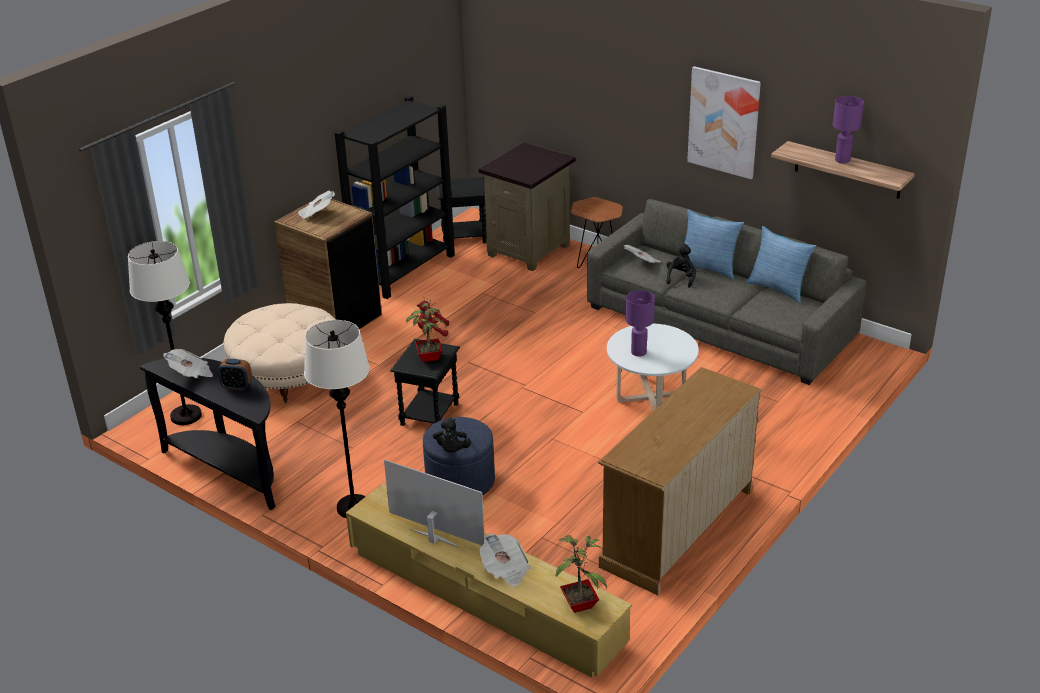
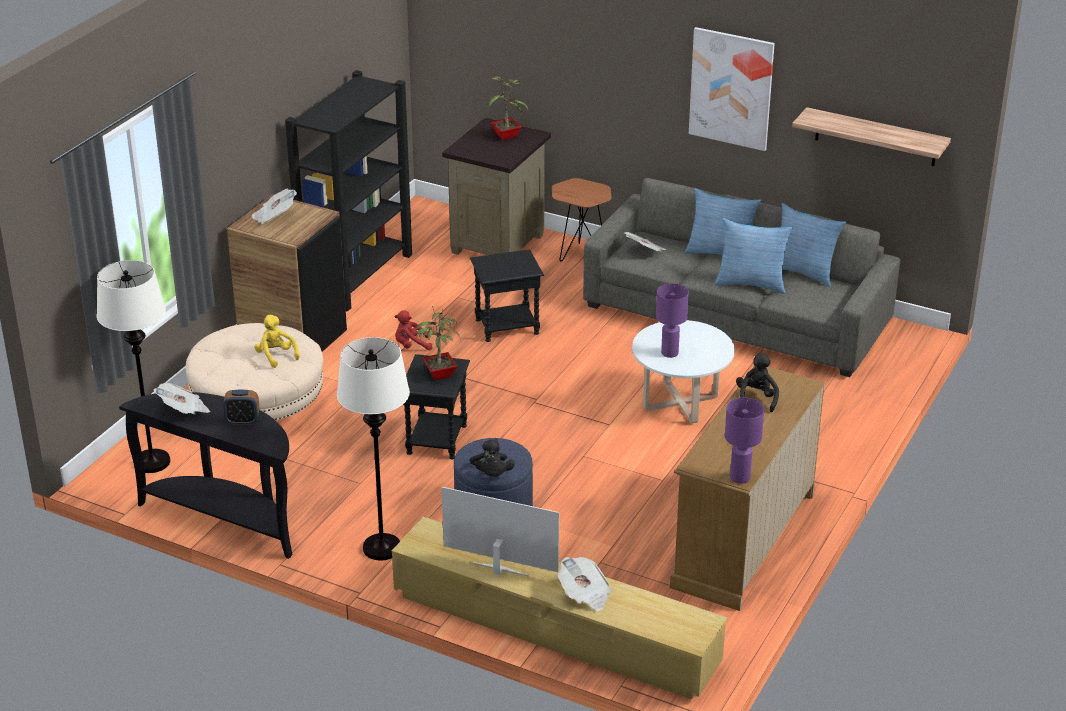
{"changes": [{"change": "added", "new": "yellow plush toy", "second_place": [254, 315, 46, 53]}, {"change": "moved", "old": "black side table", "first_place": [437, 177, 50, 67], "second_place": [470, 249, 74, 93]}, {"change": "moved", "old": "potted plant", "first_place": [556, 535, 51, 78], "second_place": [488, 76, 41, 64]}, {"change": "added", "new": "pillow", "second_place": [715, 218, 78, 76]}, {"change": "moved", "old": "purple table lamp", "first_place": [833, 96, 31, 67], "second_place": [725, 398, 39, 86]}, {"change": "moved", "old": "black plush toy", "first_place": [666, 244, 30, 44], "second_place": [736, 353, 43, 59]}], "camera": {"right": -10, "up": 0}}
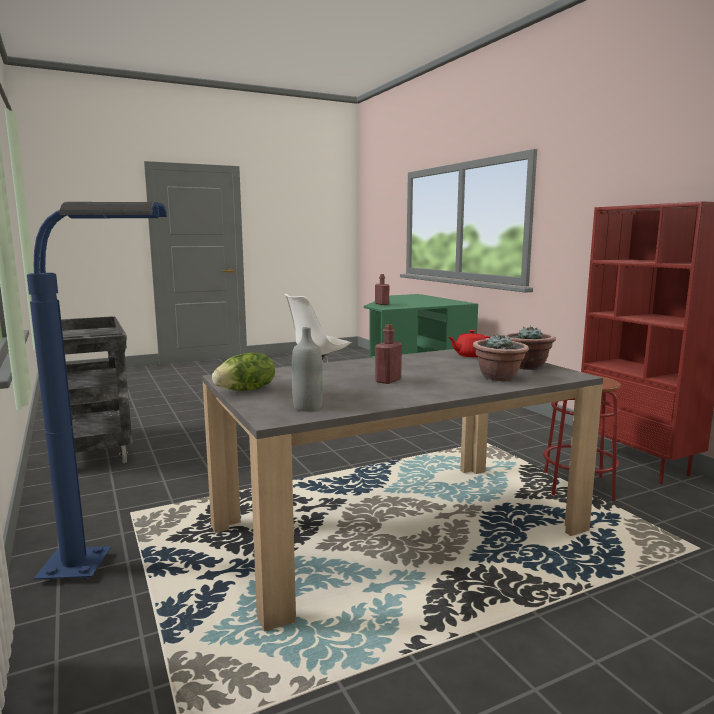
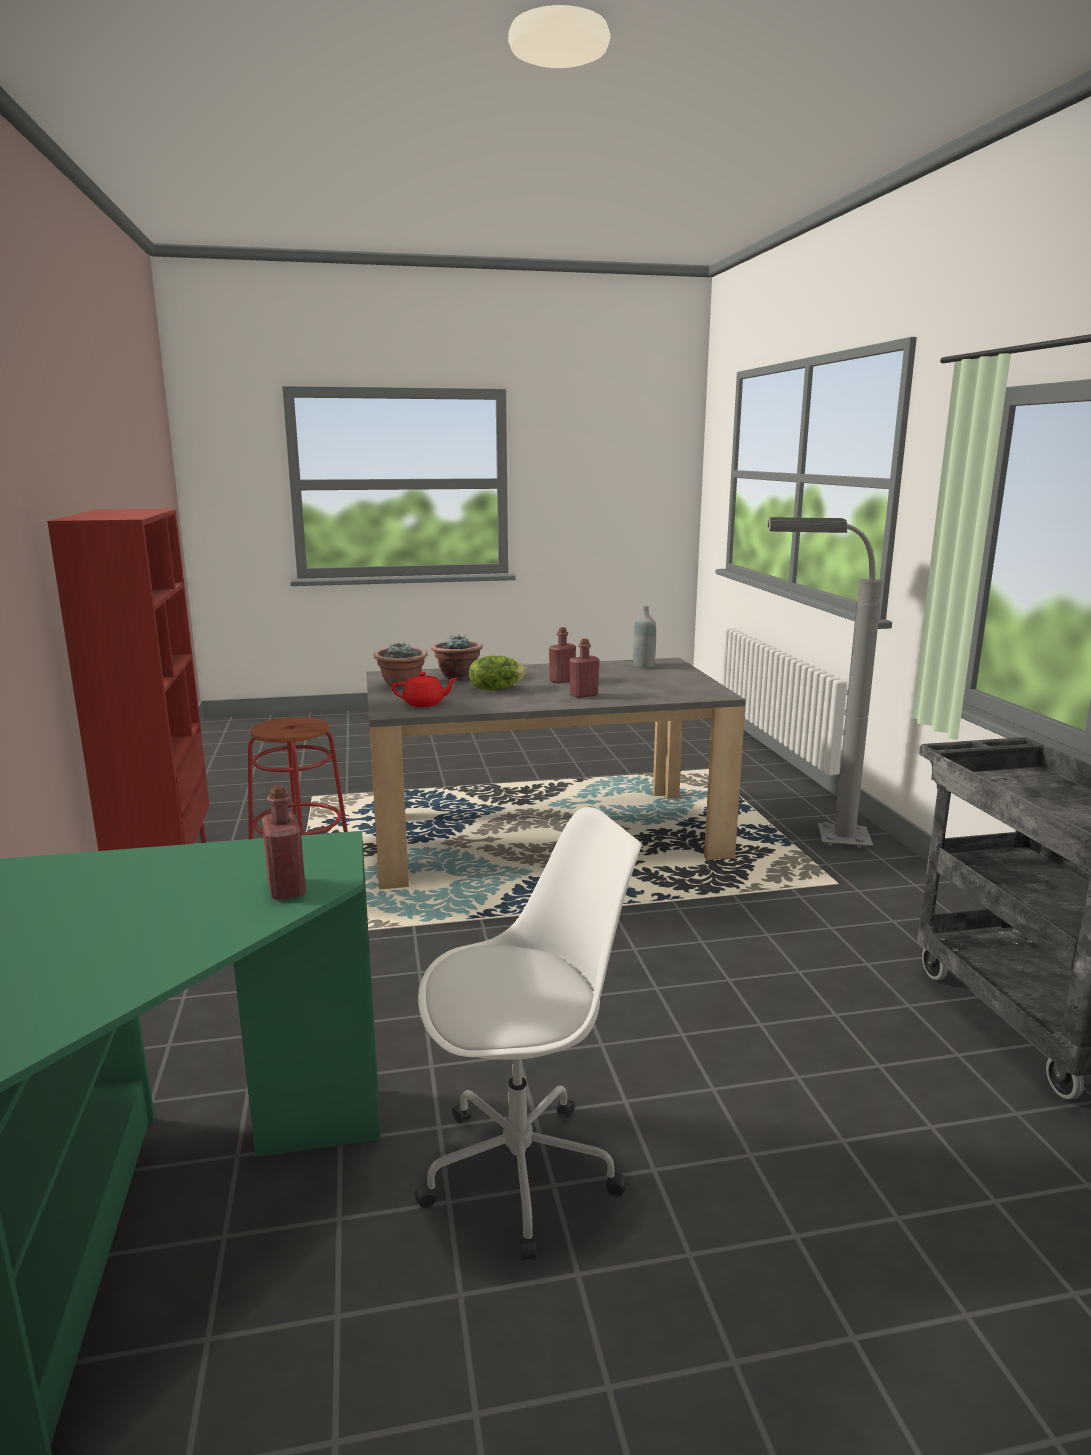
{"changes": [{"change": "moved", "old": "lettuce", "first_place": [212, 353, 63, 38], "second_place": [469, 656, 57, 34]}, {"change": "added", "new": "red bottle", "second_place": [569, 639, 31, 59]}, {"change": "recoloured", "old": "blue floor lamp", "new": "grey floor lamp", "first_place": [27, 202, 140, 379], "second_place": [768, 517, 115, 331]}], "camera": {"right": -165, "up": 5}}
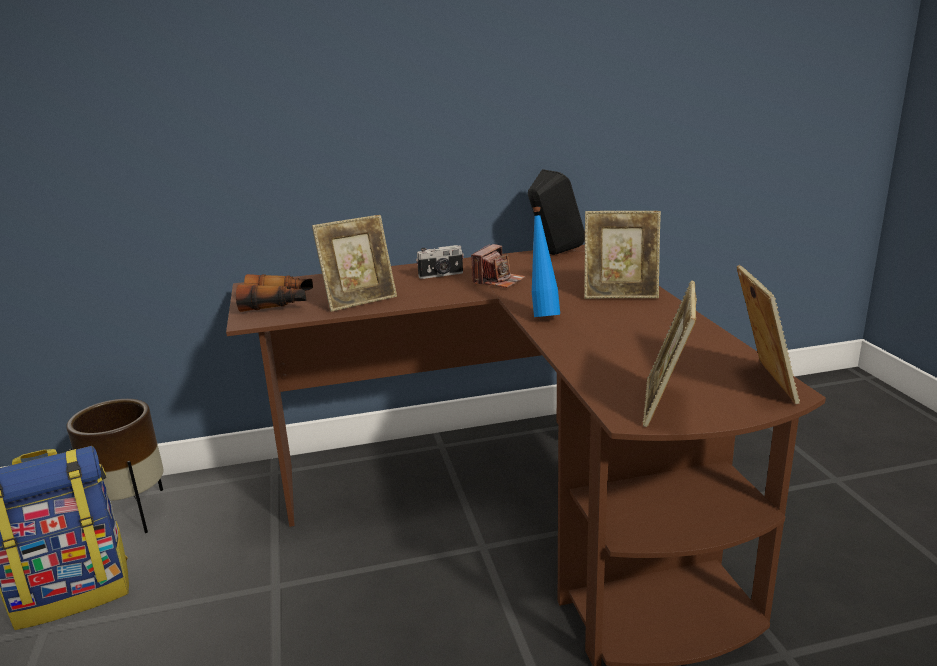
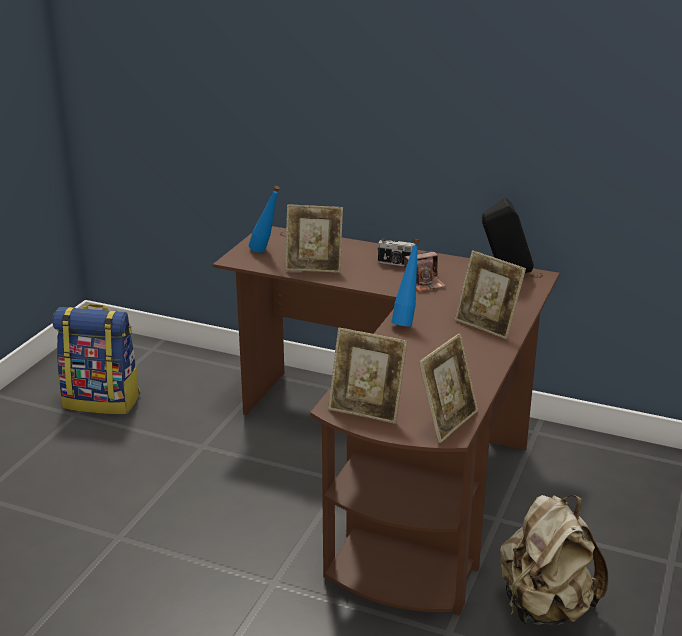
{"changes": [{"change": "replaced", "old": "binoculars", "new": "blue bottle", "first_place": [236, 274, 77, 38], "second_place": [249, 186, 31, 67]}, {"change": "turned", "old": "picture frame", "first_place": [642, 280, 55, 147], "second_place": [328, 327, 80, 97], "degrees": -120}, {"change": "added", "new": "beige backpack", "second_place": [500, 495, 108, 130]}, {"change": "removed", "old": "brown planter", "first_place": [67, 399, 97, 134]}], "camera": {"right": 35, "up": 5}}
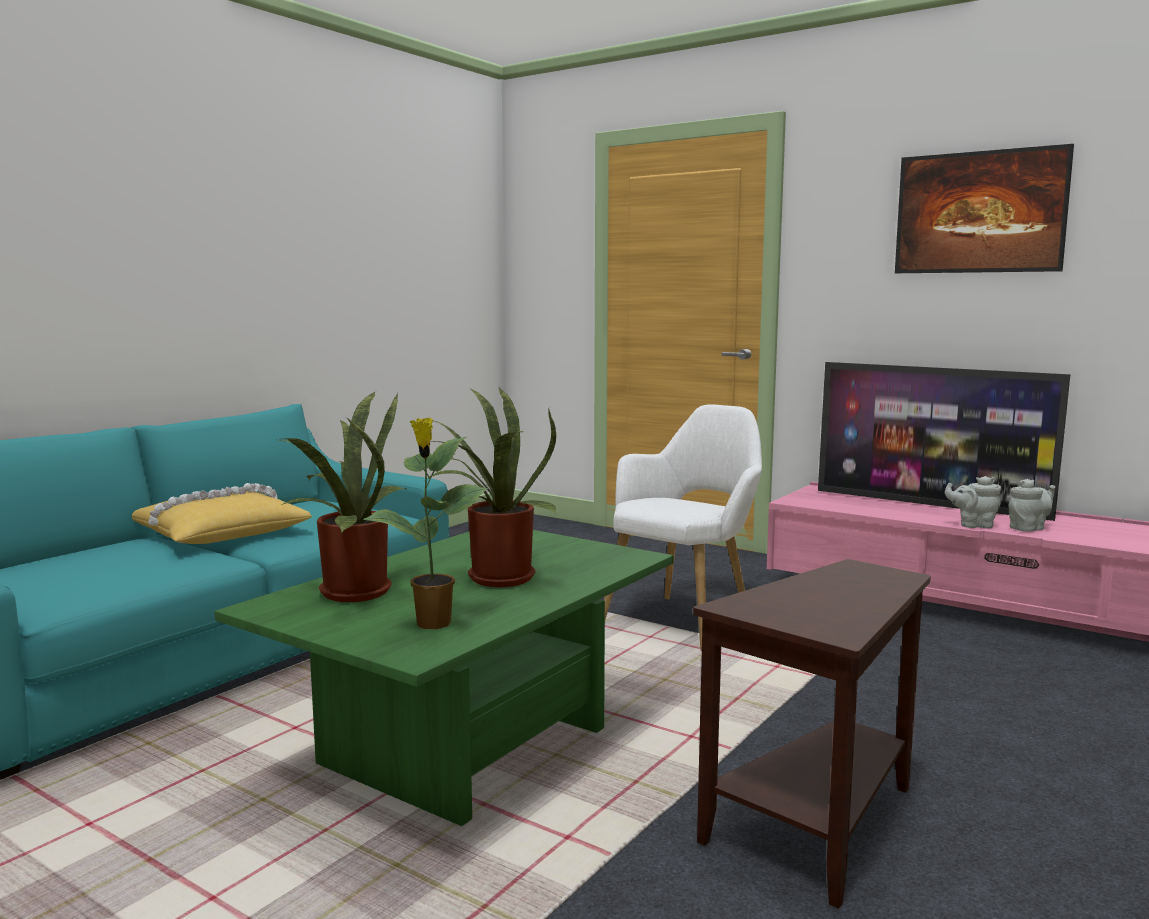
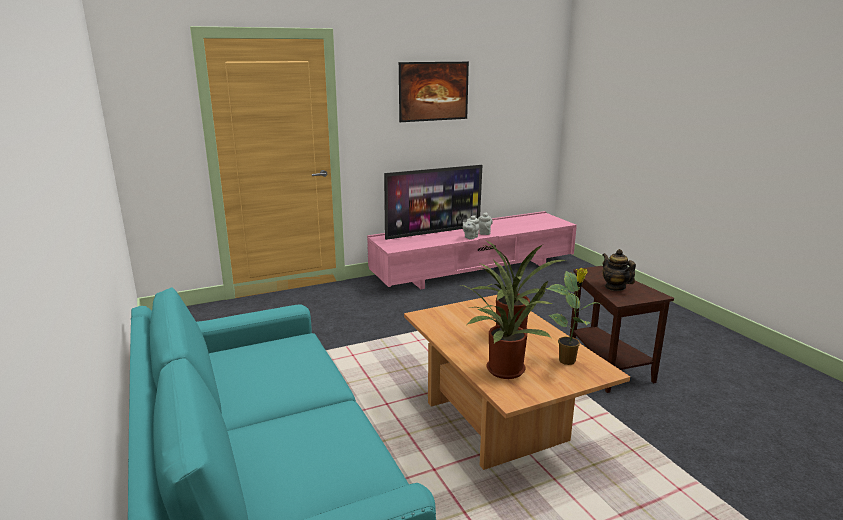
{"changes": [{"change": "recoloured", "old": "green coffee table", "new": "brown coffee table", "first_place": [215, 530, 459, 296], "second_place": [404, 295, 226, 175]}, {"change": "added", "new": "teapot", "second_place": [602, 249, 34, 42]}, {"change": "removed", "old": "yellow pillow", "first_place": [132, 483, 180, 61]}, {"change": "removed", "old": "white armchair", "first_place": [604, 404, 158, 248]}], "camera": {"right": -60, "up": 10}}
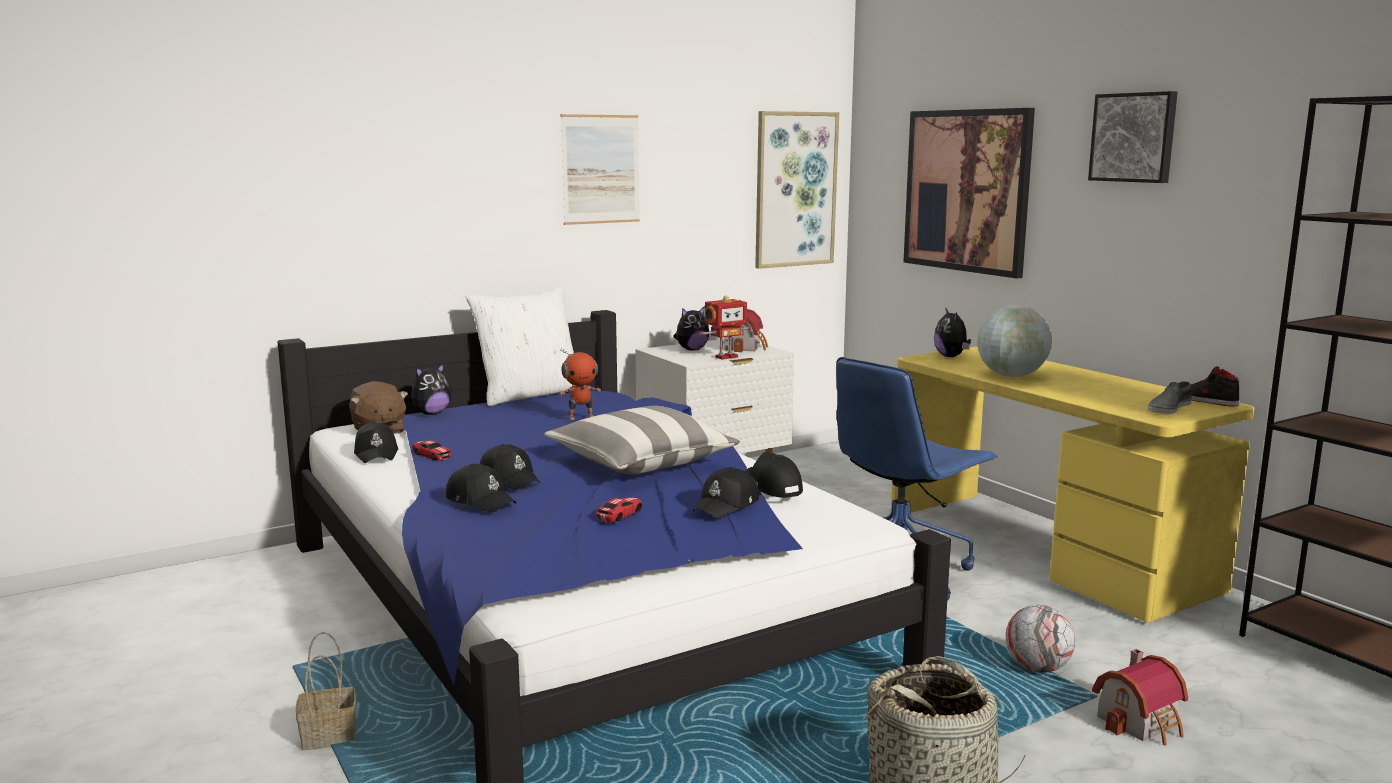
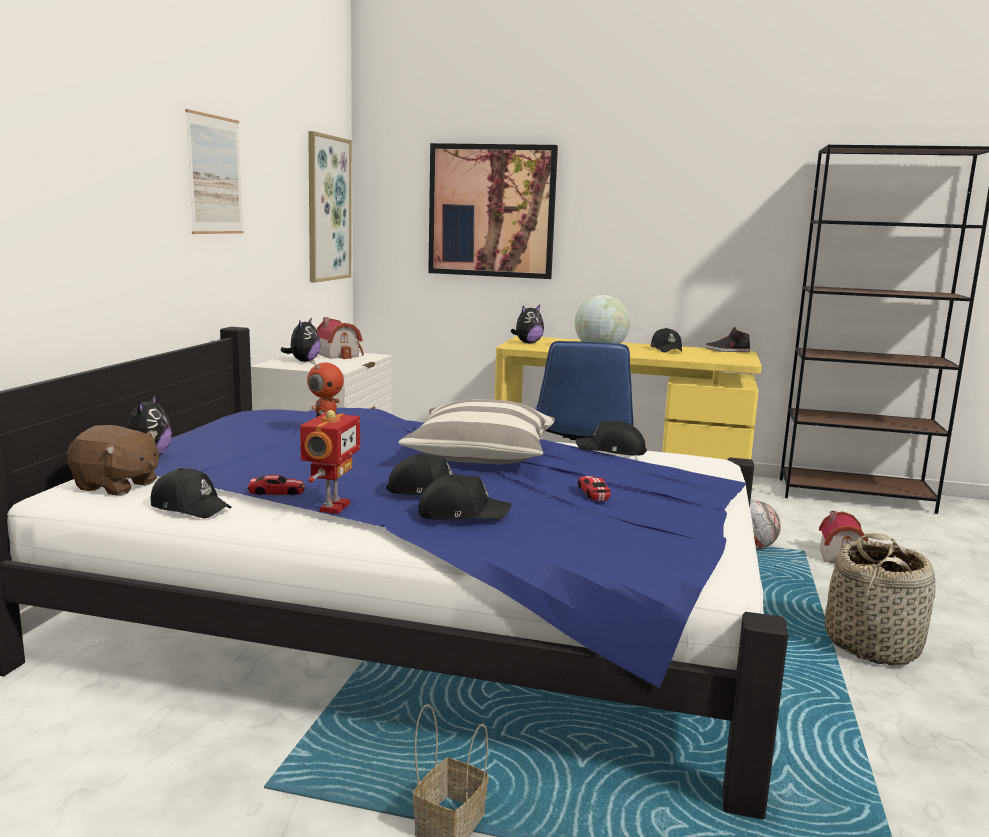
{"changes": [{"change": "moved", "old": "toy robot", "first_place": [700, 295, 50, 65], "second_place": [300, 410, 60, 104]}, {"change": "turned", "old": "plush toy", "first_place": [934, 307, 37, 50], "second_place": [511, 305, 33, 39], "degrees": -75}, {"change": "moved", "old": "black cap", "first_place": [693, 467, 66, 51], "second_place": [651, 328, 31, 25]}, {"change": "removed", "old": "white pillow", "first_place": [466, 286, 120, 120]}, {"change": "removed", "old": "picture", "first_place": [1088, 91, 90, 92]}, {"change": "removed", "old": "grey shoe", "first_place": [1148, 381, 44, 33]}], "camera": {"right": -45, "up": 0}}
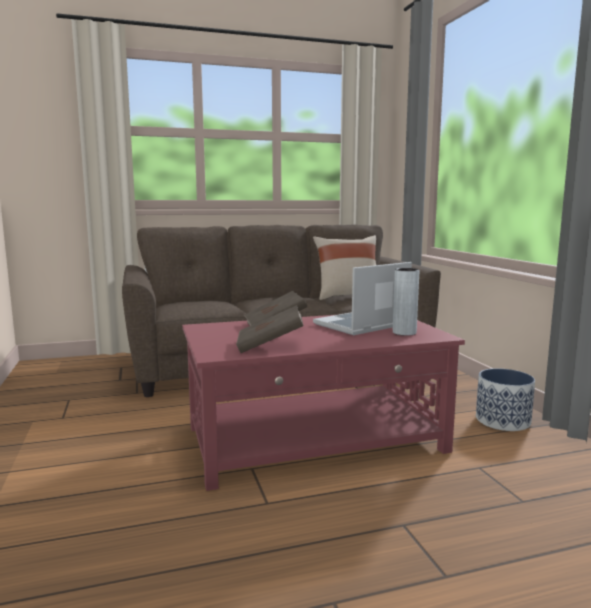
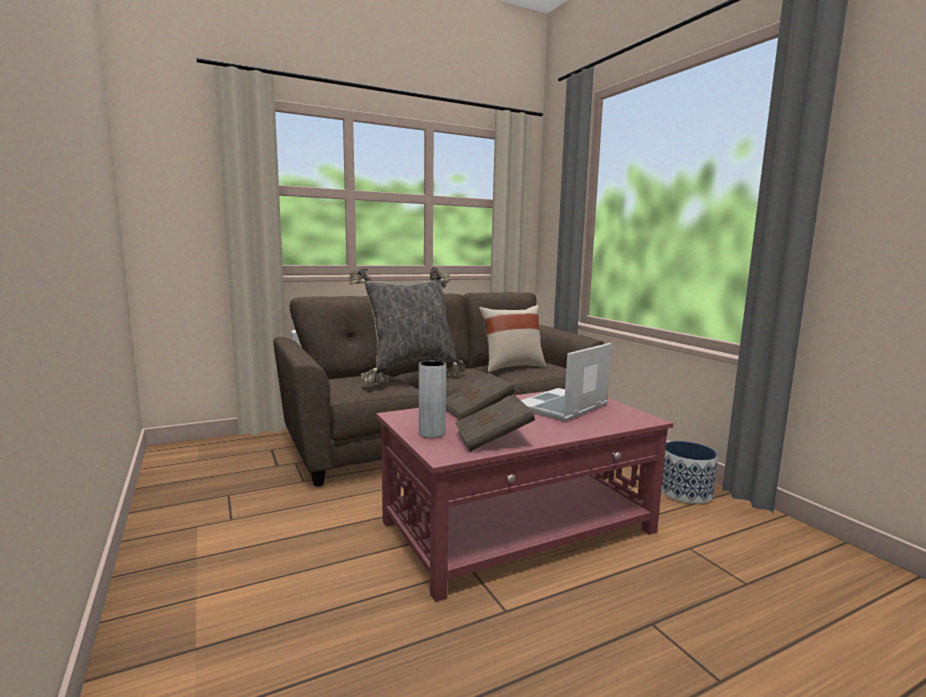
{"changes": [{"change": "added", "new": "pillow", "second_place": [348, 267, 120, 117]}, {"change": "moved", "old": "grey vase", "first_place": [393, 268, 26, 68], "second_place": [419, 360, 27, 78]}], "camera": {"right": -10, "up": 0}}
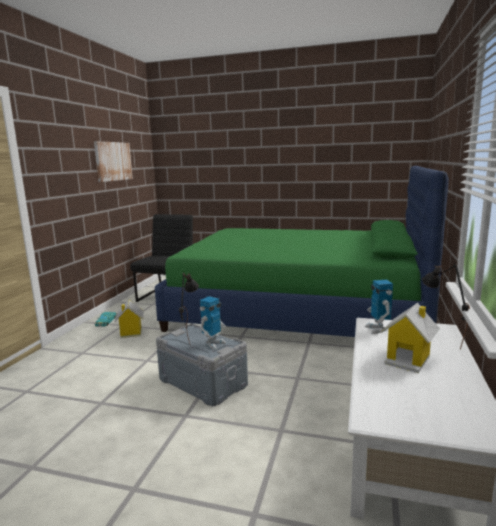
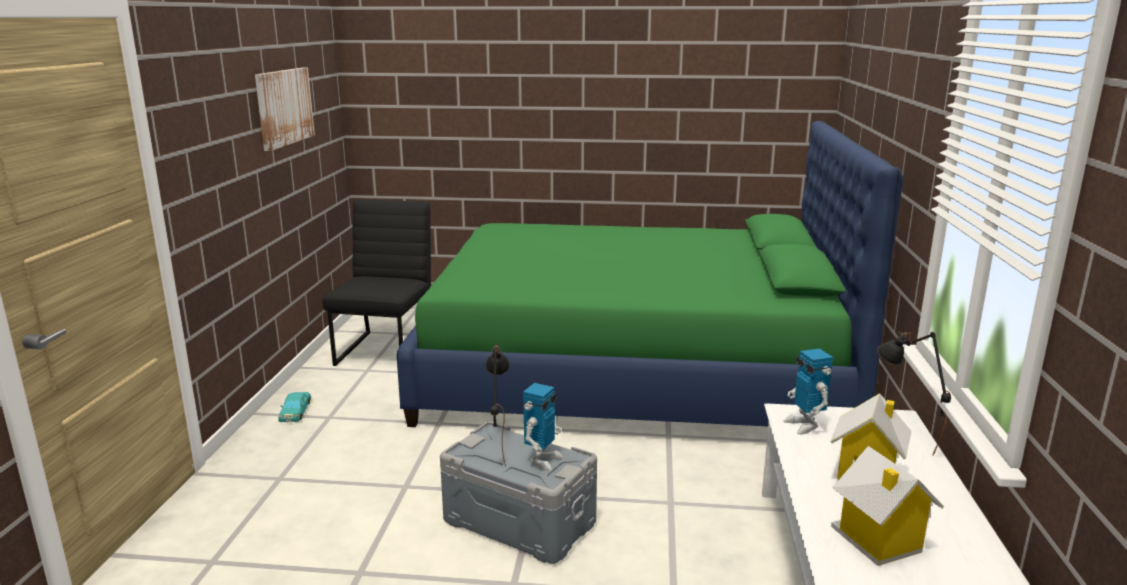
{"changes": [{"change": "moved", "old": "toy house", "first_place": [114, 300, 30, 38], "second_place": [831, 446, 113, 120]}], "camera": {"right": -10, "up": 5}}
